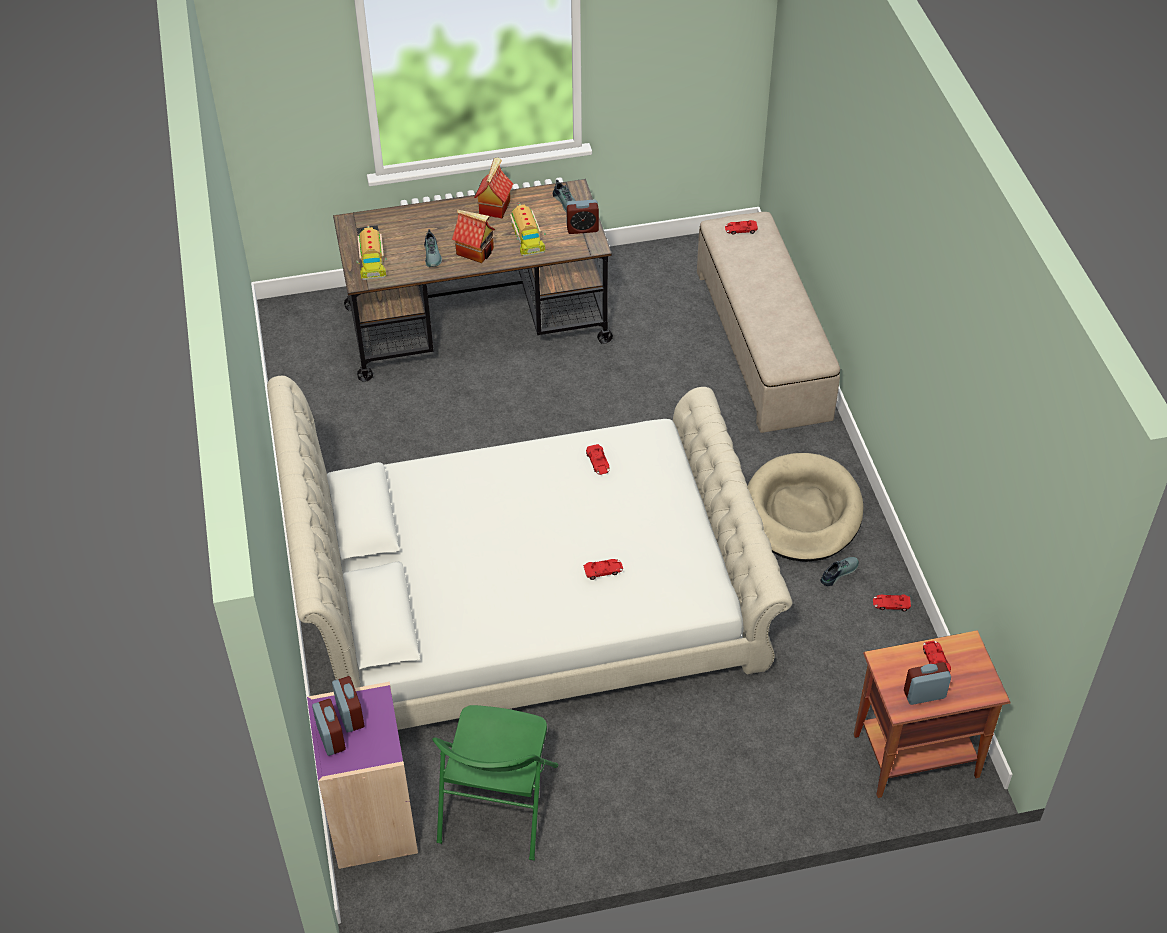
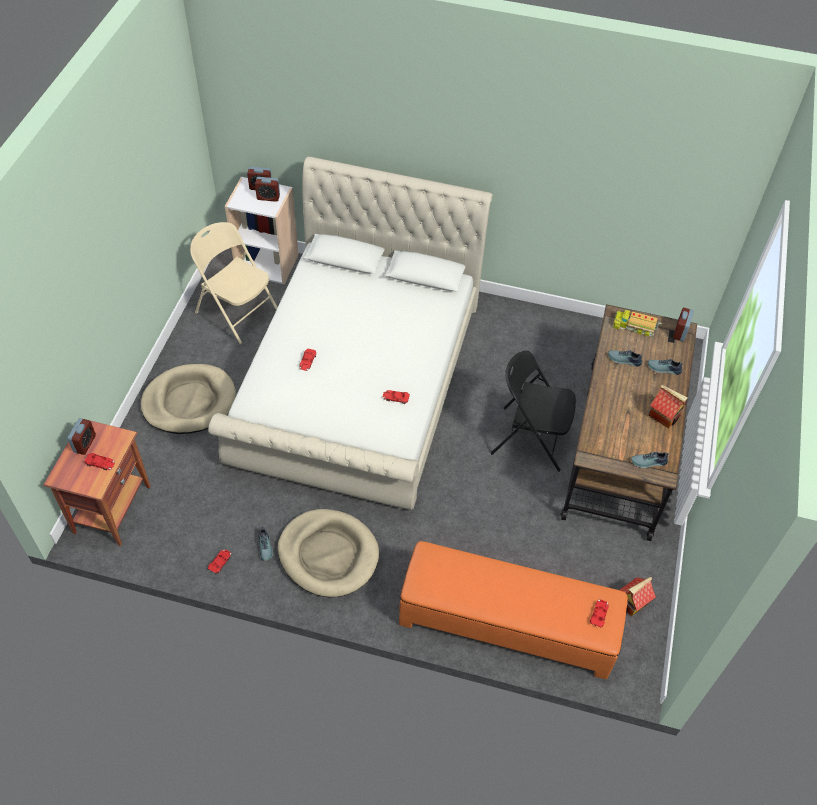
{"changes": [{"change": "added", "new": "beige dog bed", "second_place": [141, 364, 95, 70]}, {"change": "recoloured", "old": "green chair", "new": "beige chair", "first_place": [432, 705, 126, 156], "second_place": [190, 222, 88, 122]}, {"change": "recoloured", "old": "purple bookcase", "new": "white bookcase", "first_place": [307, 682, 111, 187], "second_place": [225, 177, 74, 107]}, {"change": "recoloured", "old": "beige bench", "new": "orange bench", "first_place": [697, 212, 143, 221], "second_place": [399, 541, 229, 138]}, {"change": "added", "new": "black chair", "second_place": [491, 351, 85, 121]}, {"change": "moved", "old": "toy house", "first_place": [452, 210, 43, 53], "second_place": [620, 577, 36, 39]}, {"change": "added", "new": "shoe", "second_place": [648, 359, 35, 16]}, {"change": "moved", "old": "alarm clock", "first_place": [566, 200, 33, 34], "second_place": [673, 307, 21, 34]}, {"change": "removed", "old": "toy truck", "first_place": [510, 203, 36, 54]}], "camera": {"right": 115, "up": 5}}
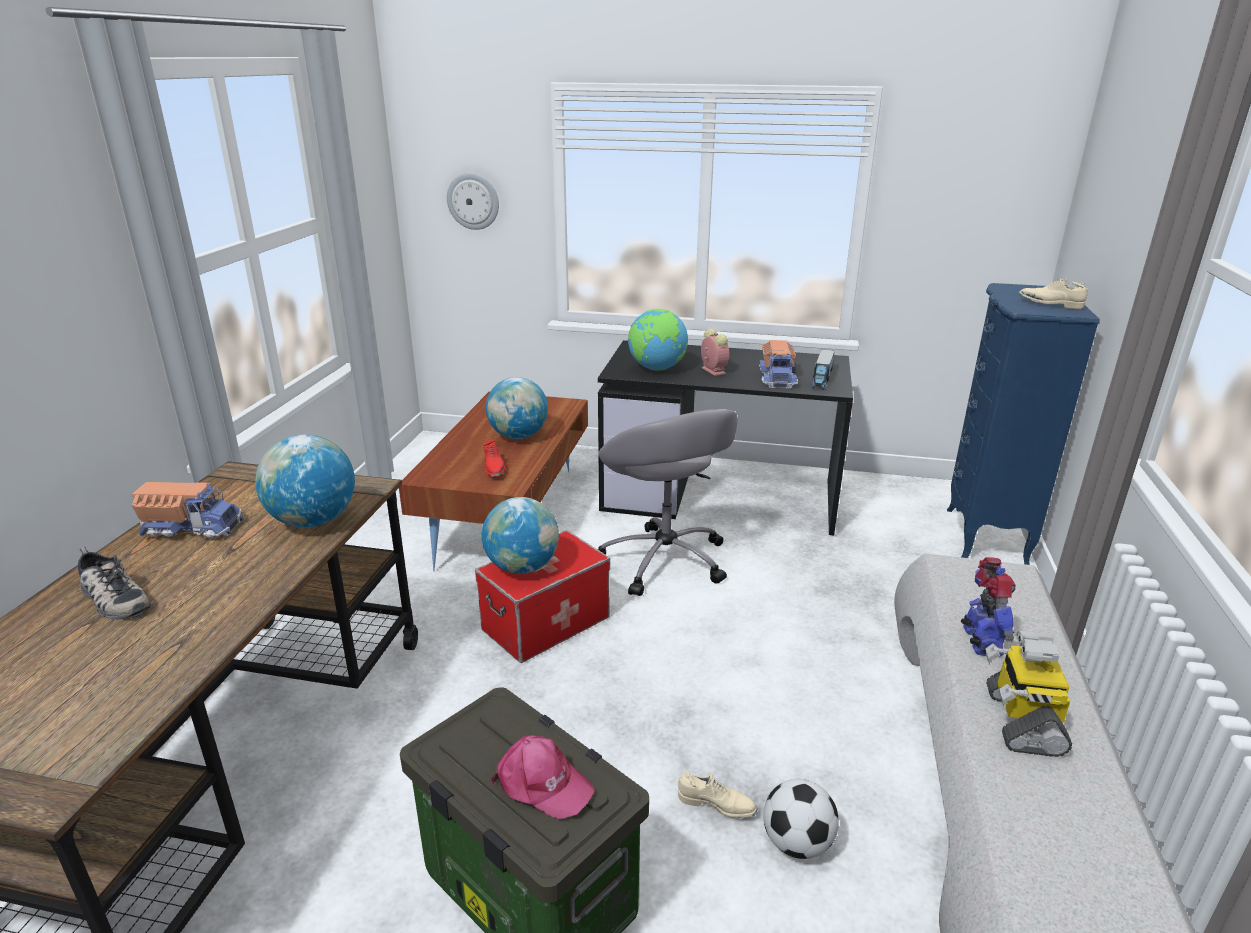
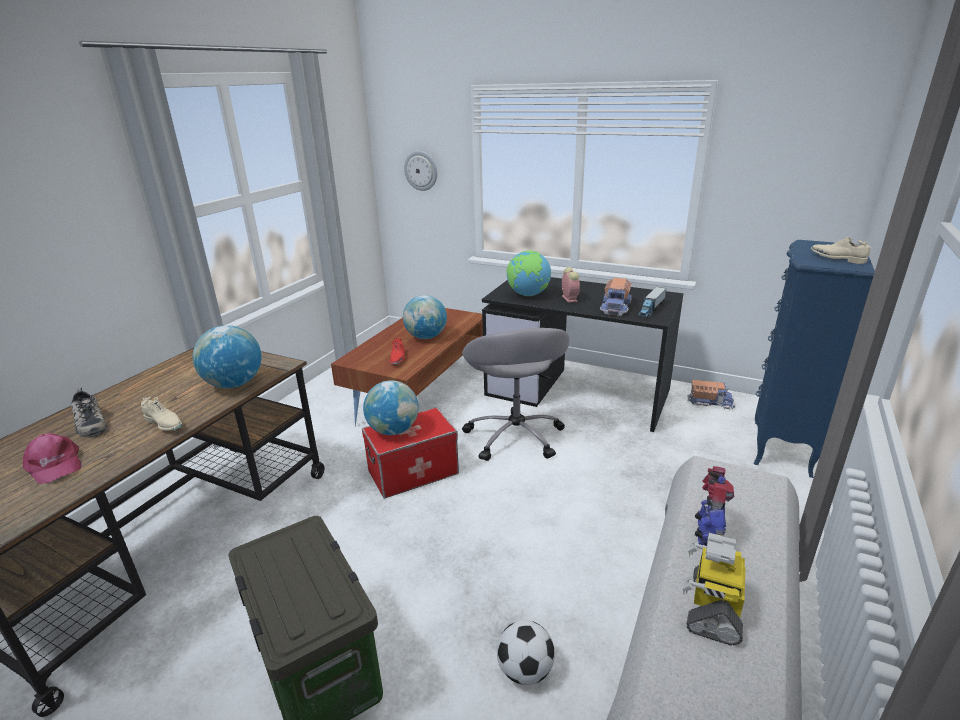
{"changes": [{"change": "moved", "old": "pink cap", "first_place": [491, 735, 104, 84], "second_place": [23, 433, 59, 51]}, {"change": "moved", "old": "beige shoe", "first_place": [678, 770, 80, 48], "second_place": [141, 397, 41, 34]}, {"change": "moved", "old": "toy truck", "first_place": [132, 482, 111, 56], "second_place": [687, 380, 48, 29]}], "camera": {"right": 15, "up": 0}}
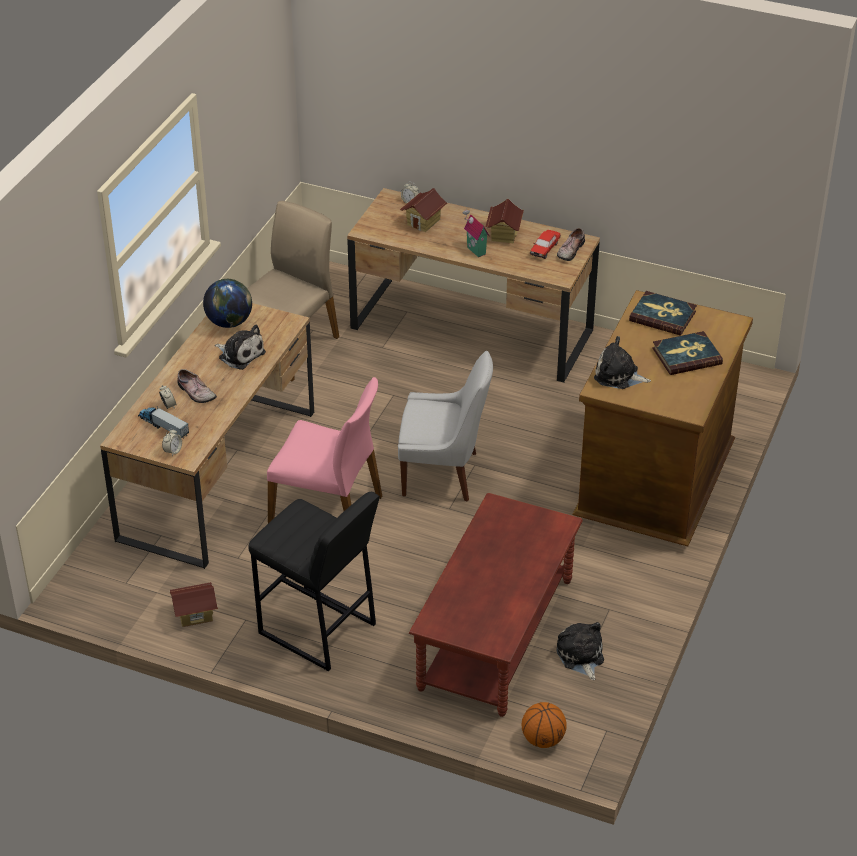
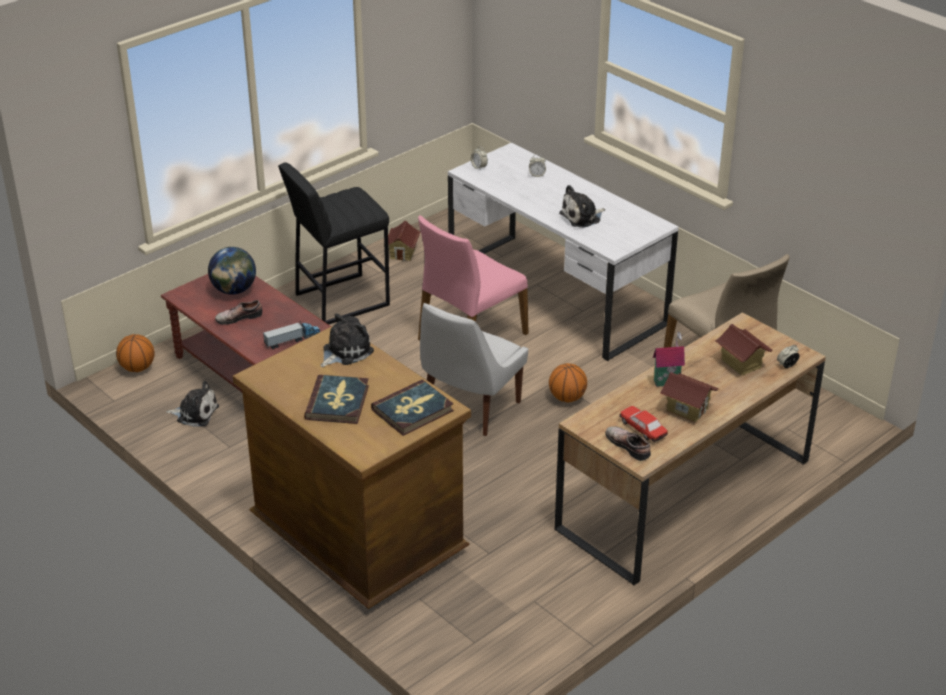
{"changes": [{"change": "moved", "old": "globe", "first_place": [203, 279, 49, 49], "second_place": [208, 247, 48, 48]}, {"change": "moved", "old": "shoe", "first_place": [177, 369, 40, 34], "second_place": [215, 300, 47, 25]}, {"change": "moved", "old": "toy truck", "first_place": [138, 406, 51, 32], "second_place": [263, 321, 57, 28]}, {"change": "recoloured", "old": "brown desk", "new": "white desk", "first_place": [100, 303, 214, 266], "second_place": [448, 143, 231, 218]}, {"change": "added", "new": "basketball", "second_place": [549, 363, 38, 39]}], "camera": {"right": 115, "up": -5}}
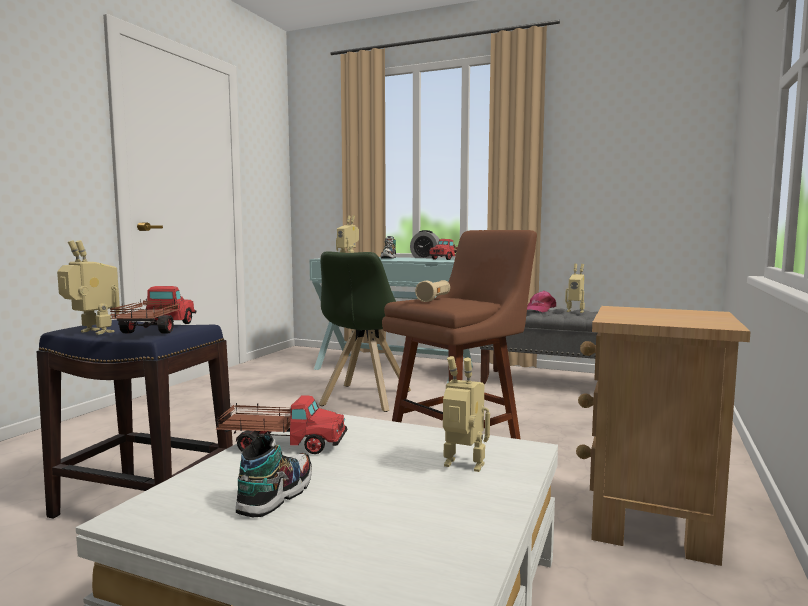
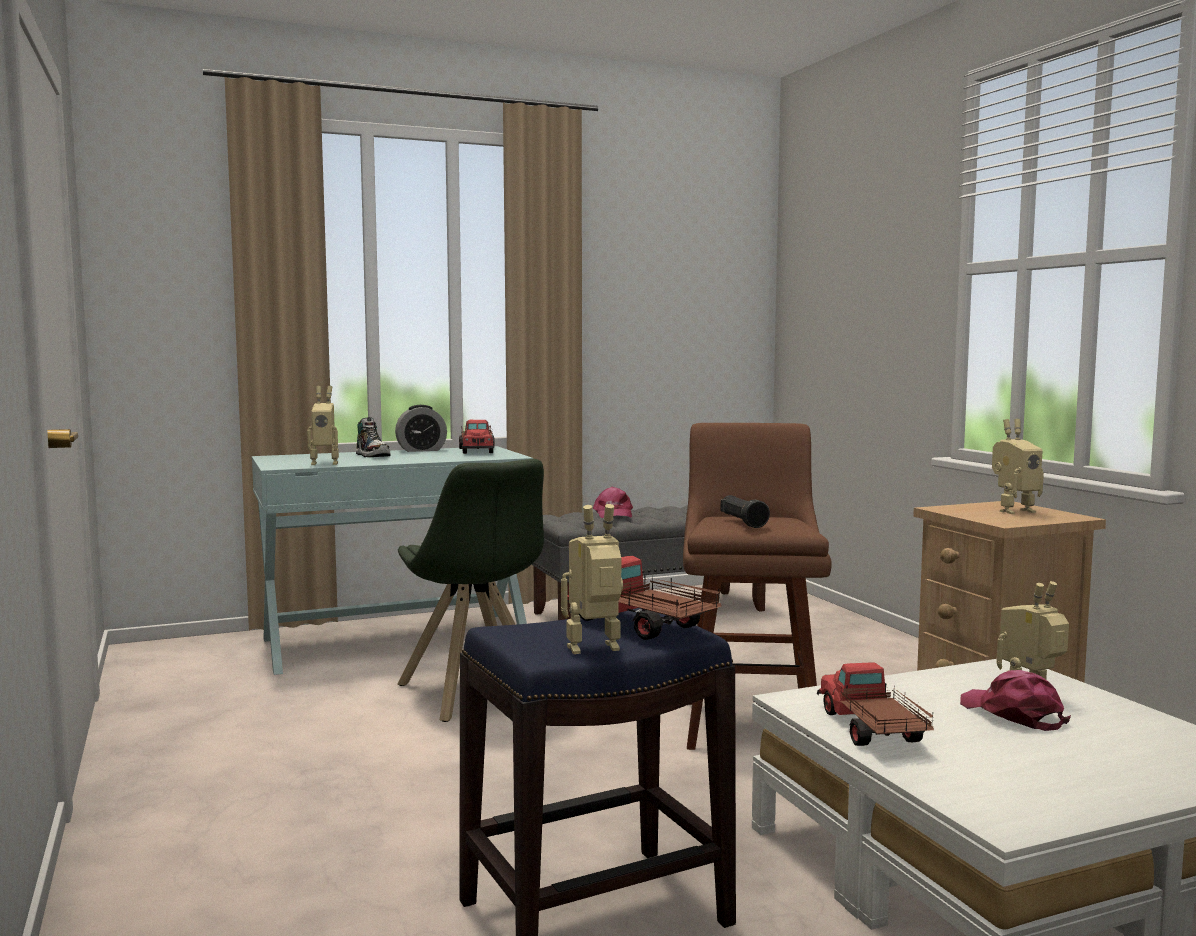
{"changes": [{"change": "recoloured", "old": "beige flashlight", "new": "black flashlight", "first_place": [415, 280, 35, 22], "second_place": [721, 495, 49, 33]}, {"change": "turned", "old": "toy truck", "first_place": [216, 395, 132, 59], "second_place": [817, 662, 117, 84], "degrees": -60}, {"change": "added", "new": "pink cap", "second_place": [960, 670, 111, 61]}, {"change": "moved", "old": "toy robot", "first_place": [565, 264, 20, 49], "second_place": [992, 419, 52, 95]}, {"change": "removed", "old": "shoe", "first_place": [236, 434, 76, 83]}], "camera": {"right": -45, "up": 0}}
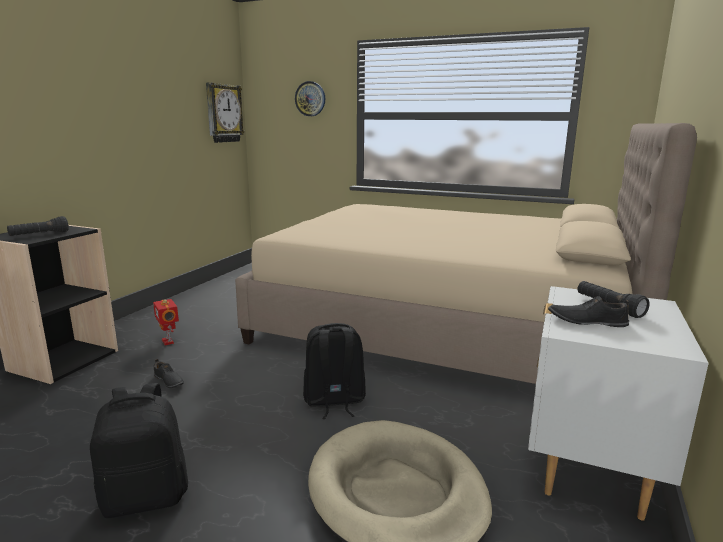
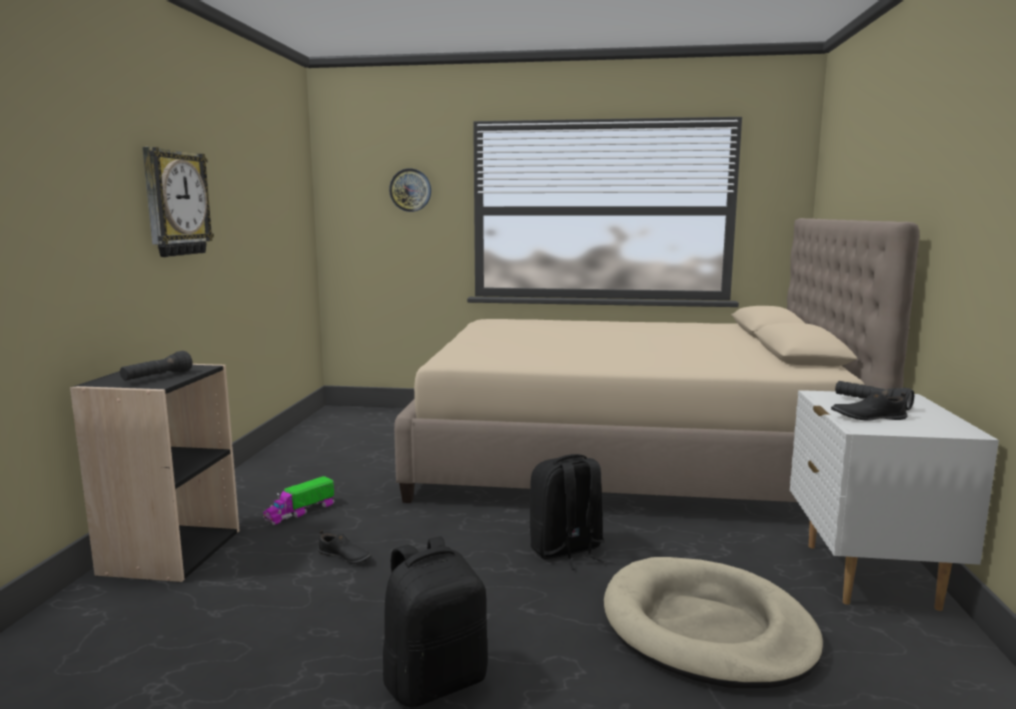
{"changes": [{"change": "moved", "old": "wall clock", "first_place": [206, 83, 39, 60], "second_place": [142, 147, 72, 110]}, {"change": "replaced", "old": "toy robot", "new": "toy truck", "first_place": [153, 299, 26, 46], "second_place": [263, 476, 72, 49]}], "camera": {"right": -15, "up": -5}}
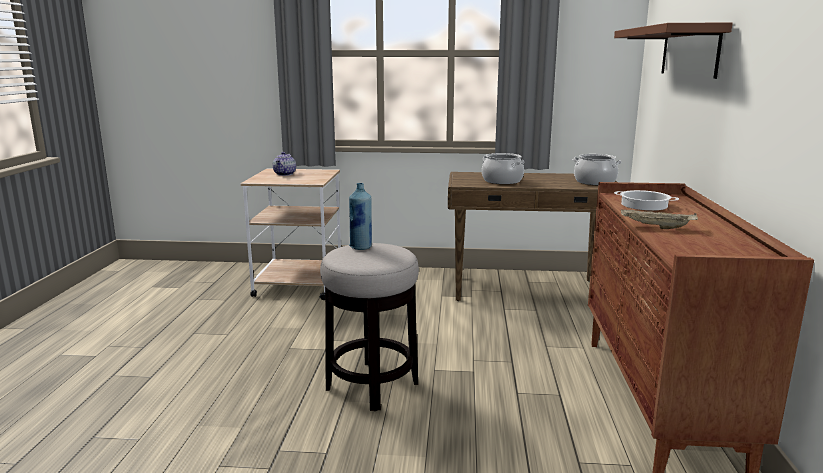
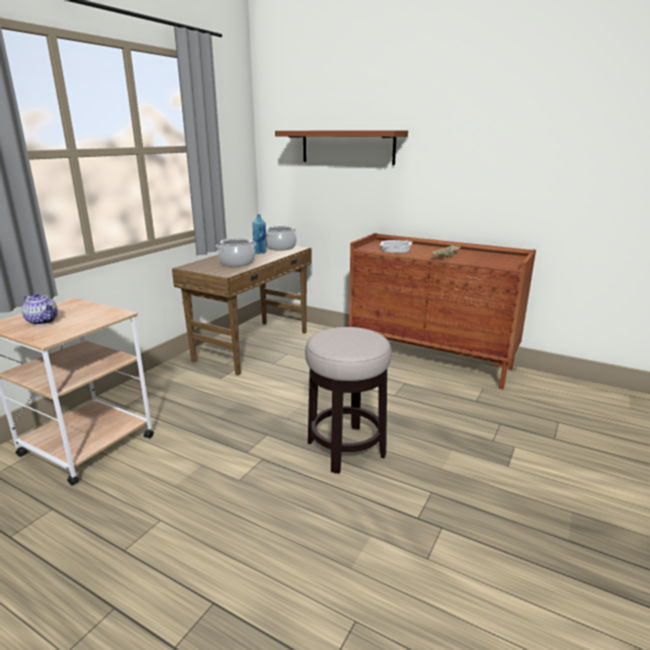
{"changes": [{"change": "moved", "old": "blue bottle", "first_place": [349, 183, 23, 67], "second_place": [253, 214, 13, 40]}], "camera": {"right": -65, "up": 5}}
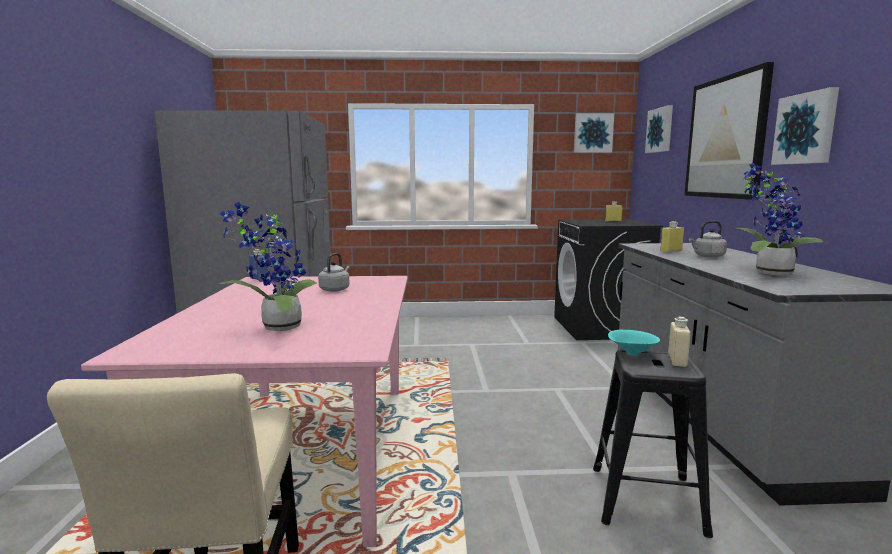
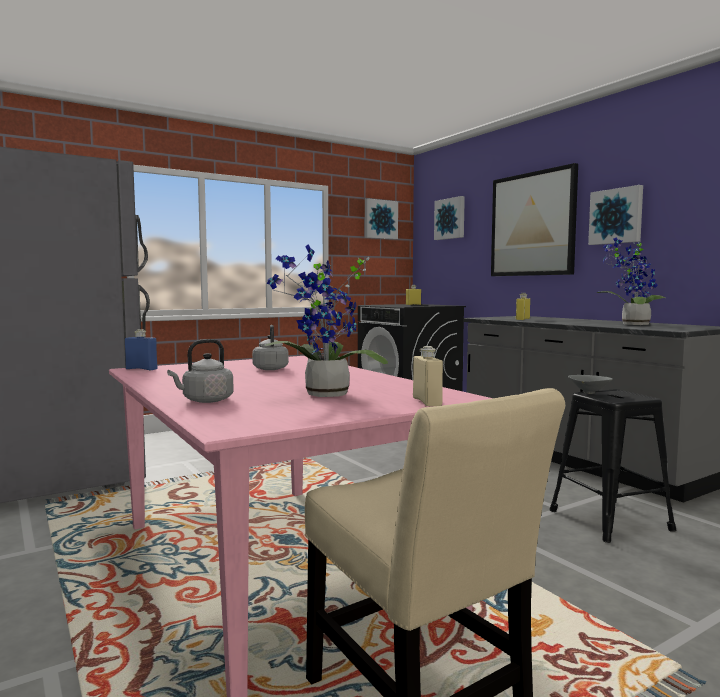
{"changes": [{"change": "moved", "old": "grey kettle", "first_place": [689, 221, 38, 37], "second_place": [167, 339, 67, 64]}, {"change": "moved", "old": "beige bottle", "first_place": [668, 317, 23, 50], "second_place": [413, 346, 30, 60]}, {"change": "recoloured", "old": "turquoise bowl", "new": "grey bowl", "first_place": [608, 330, 52, 26], "second_place": [568, 375, 45, 19]}], "camera": {"right": -30, "up": -5}}
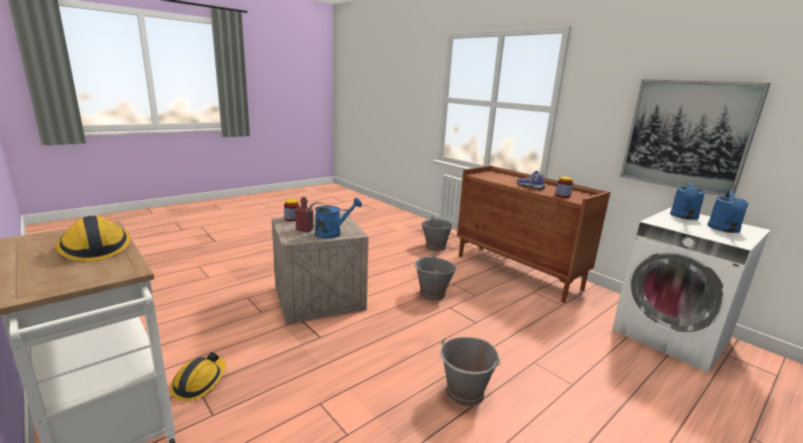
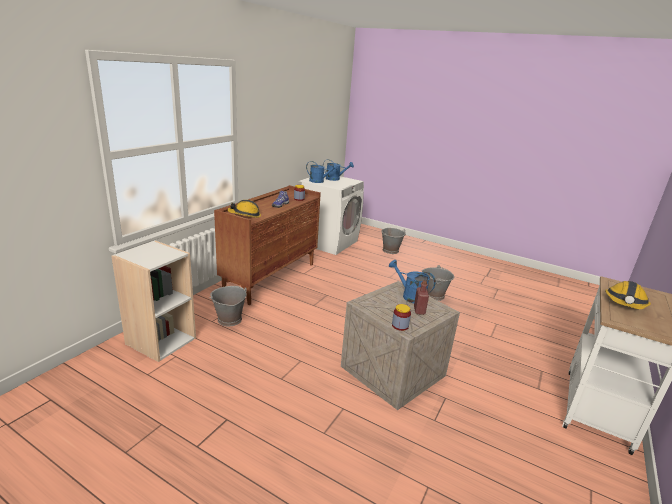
{"changes": [{"change": "added", "new": "bookcase", "second_place": [111, 240, 85, 122]}, {"change": "moved", "old": "hard hat", "first_place": [170, 352, 56, 49], "second_place": [228, 200, 33, 18]}, {"change": "moved", "old": "grey bucket", "first_place": [414, 254, 43, 47], "second_place": [382, 228, 24, 26]}, {"change": "removed", "old": "picture", "first_place": [620, 79, 151, 118]}], "camera": {"right": -110, "up": 5}}
